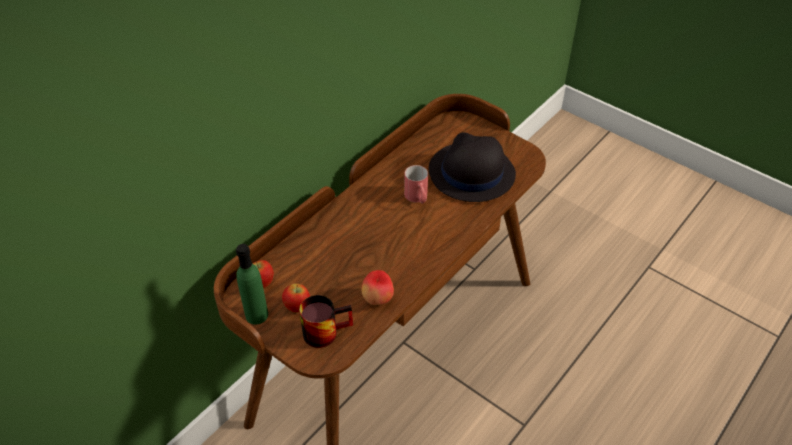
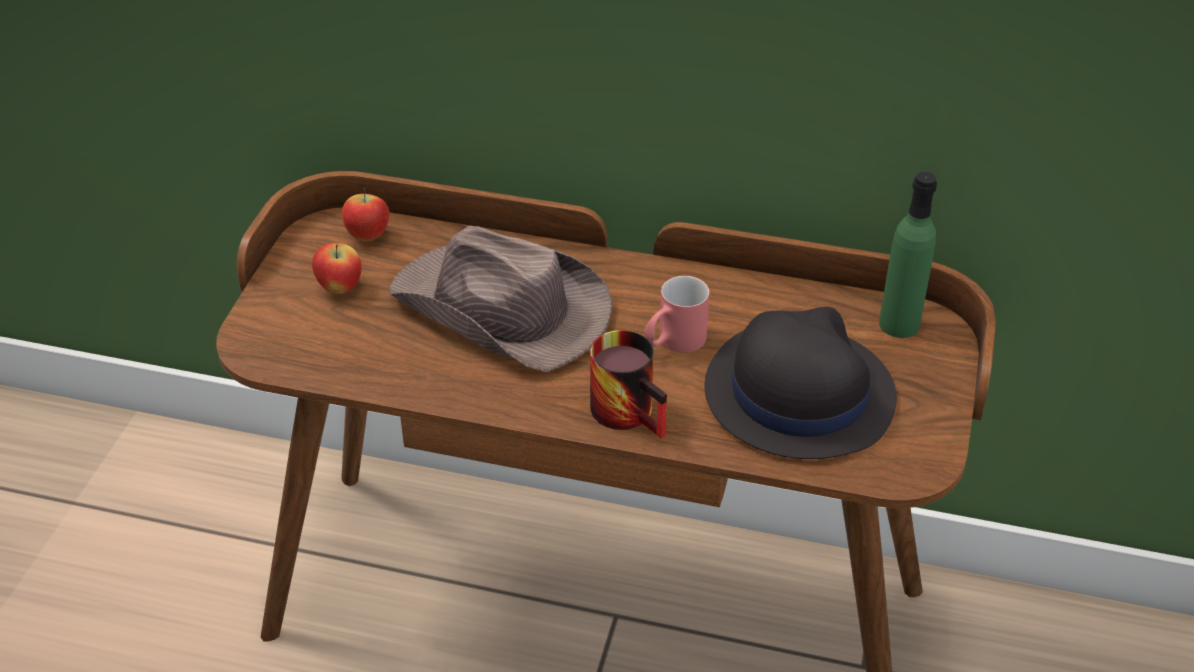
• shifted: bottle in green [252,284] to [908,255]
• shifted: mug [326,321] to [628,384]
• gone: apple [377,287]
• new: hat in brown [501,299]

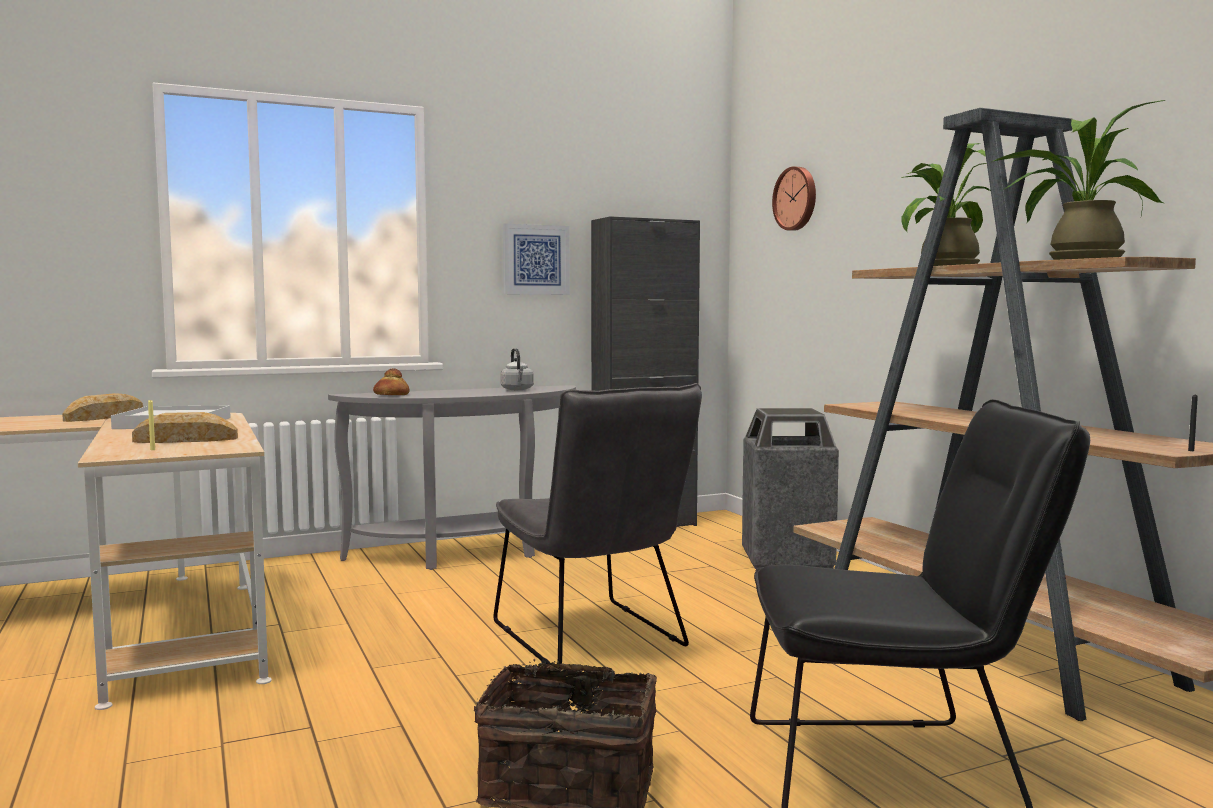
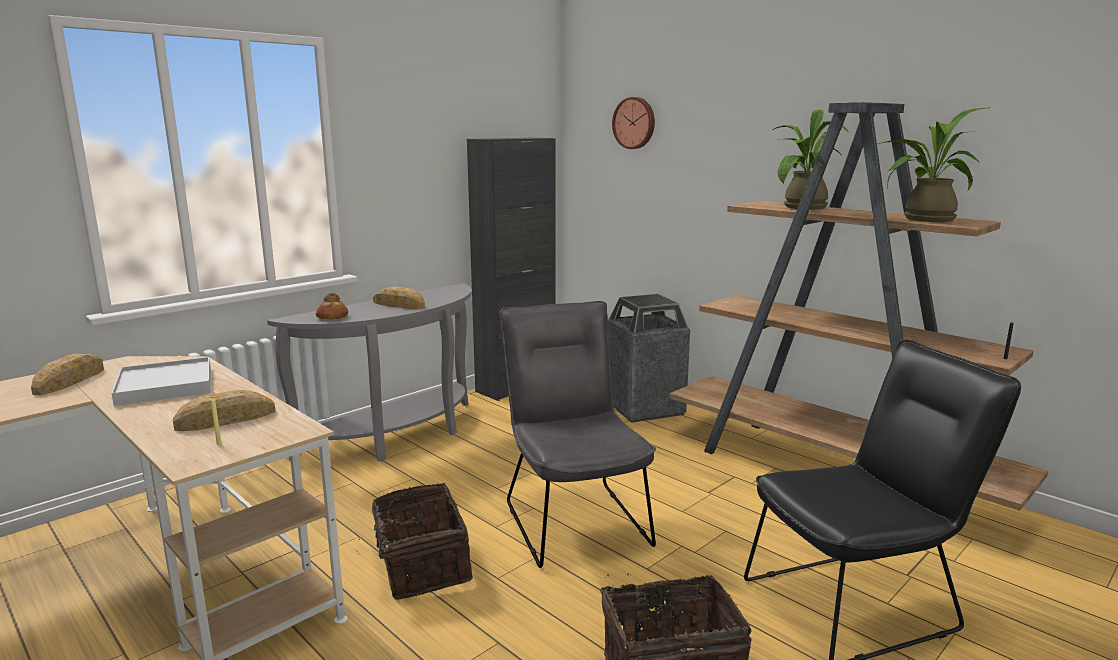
• rotated: chair in grey [598,526] = [577,434] 150 degrees counterclockwise
• gone: kettle in grey [517,369]
• gone: picture [536,259]
• new: basket [415,541]
• new: bread [399,298]

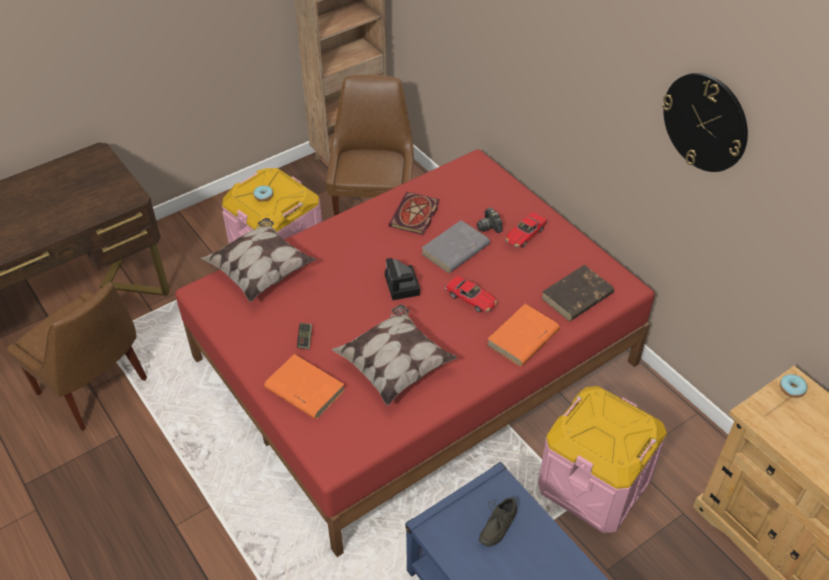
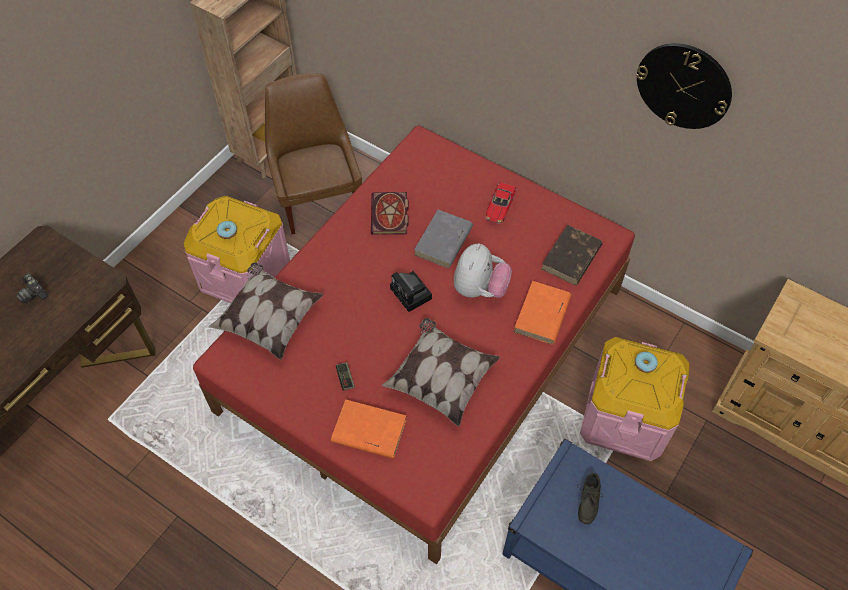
• gone: chair in brown [76,356]
• swapped: toy car [471,293] to plush toy [483,270]
• shifted: photo camera [489,220] to [32,288]
• shifted: donut [794,386] to [646,362]

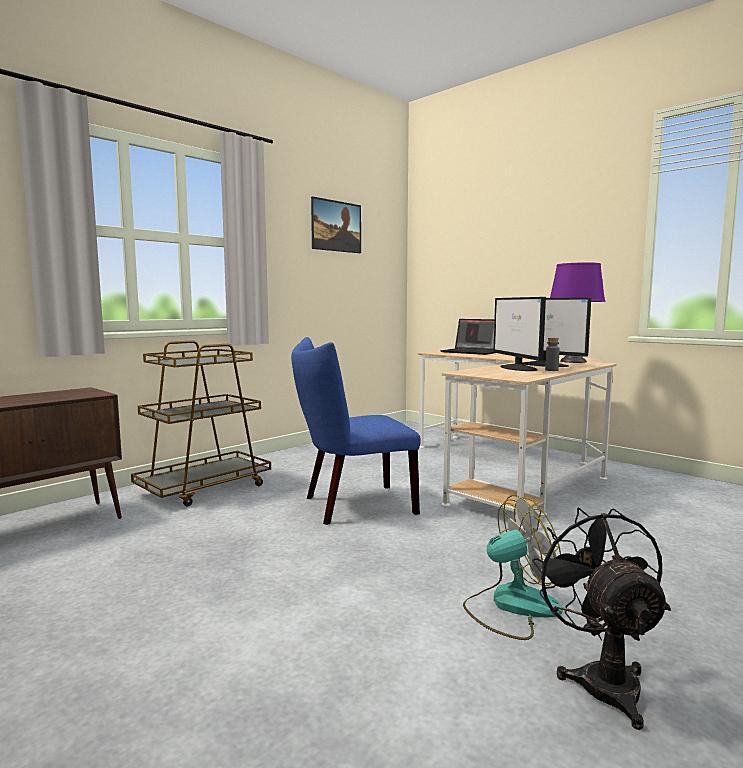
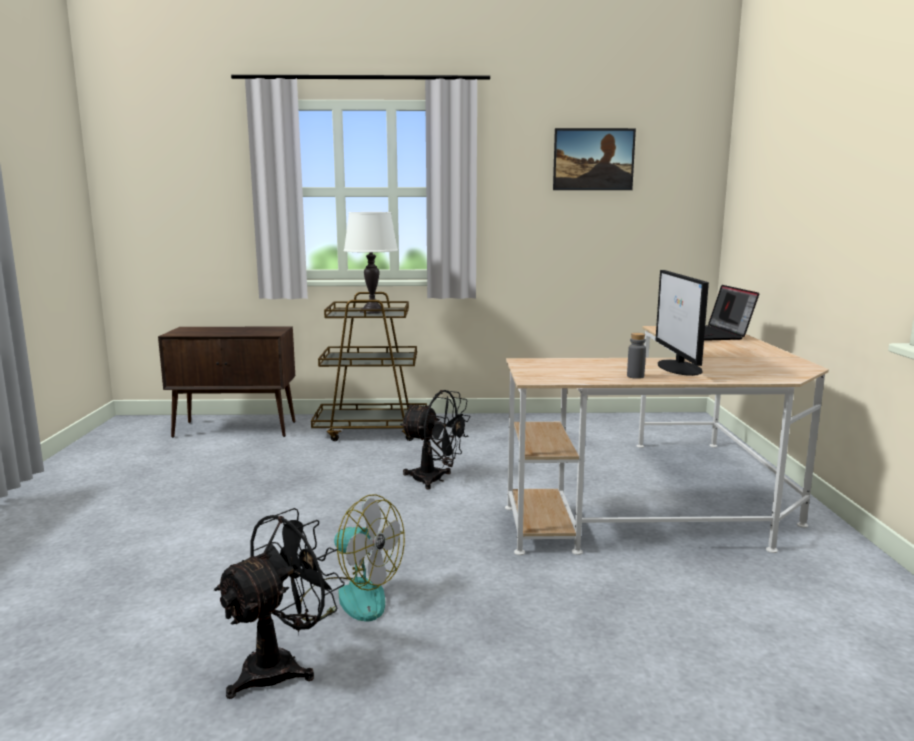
• swapped: chair in blue [356,431] to fan in black [435,439]
• gone: monitor [519,334]
• gone: table lamp in purple [577,312]
• new: table lamp in white [371,262]

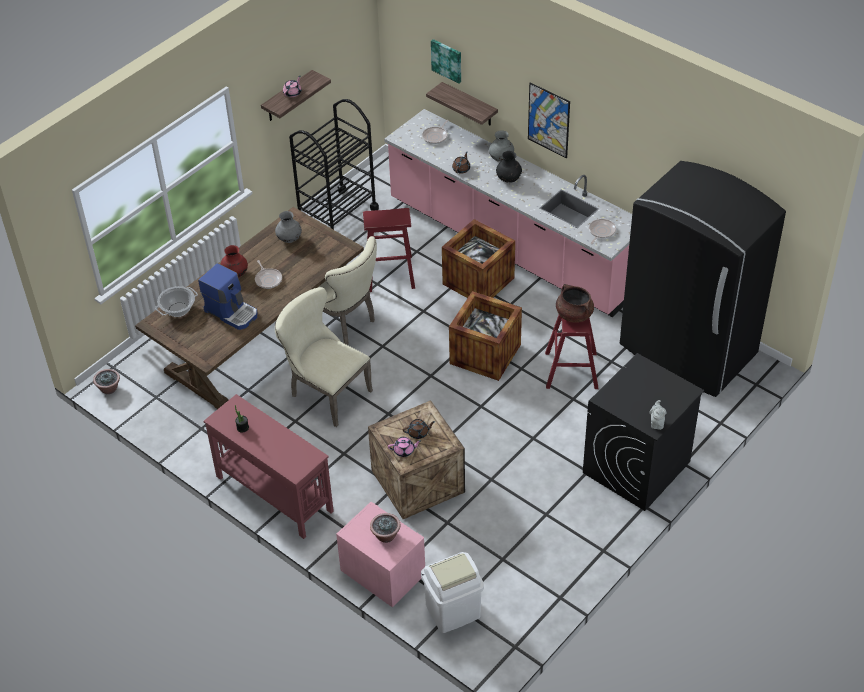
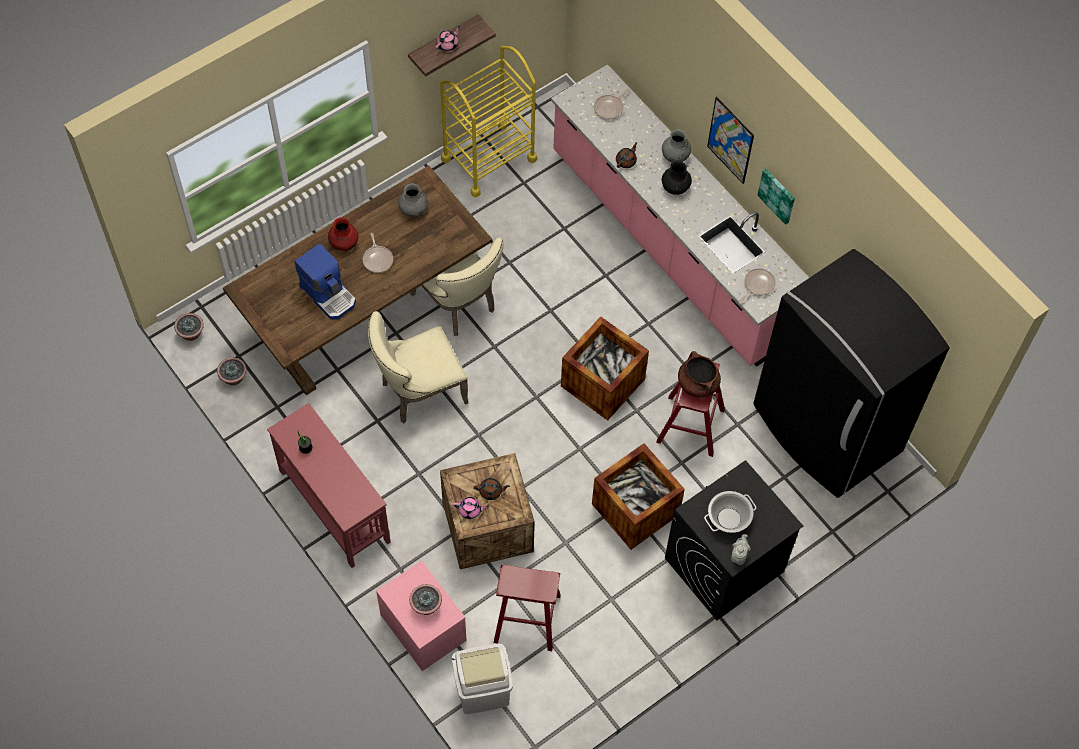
• shifted: cooking pot [176,301] to [730,512]
• rotated: chair in beige [324,357] = [418,367] 75 degrees counterclockwise
• repainted: cart in black [334,164] to cart in yellow [488,121]
• shifted: stool in red [389,250] to [527,608]
• gone: shelf [462,103]
• shifted: picture [446,61] to [776,197]
• shifted: crate [478,258] to [638,496]
• new: potted plant [232,371]

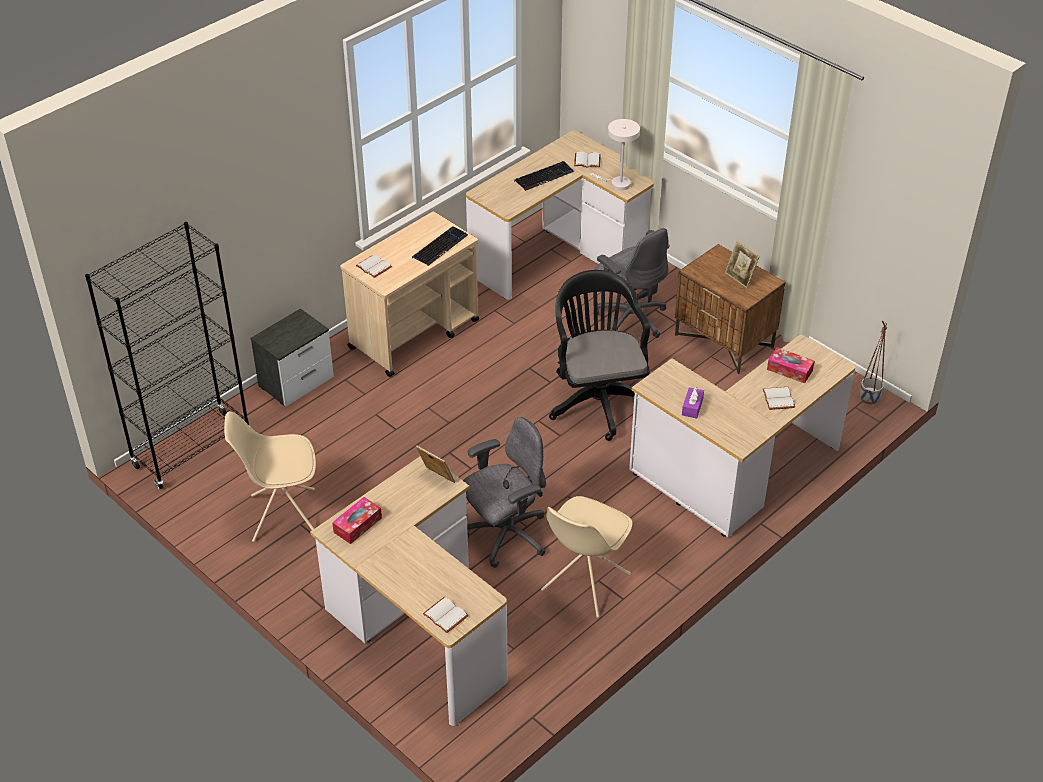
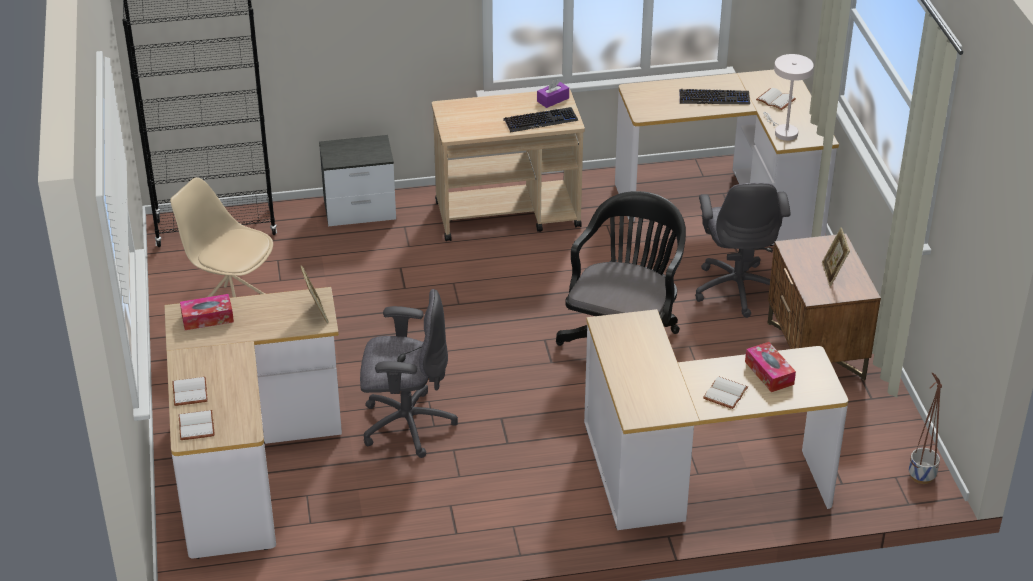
• shifted: book in white [374,266] to [190,391]
• gone: chair in beige [586,557]
• shifted: tissue box in purple [693,403] to [553,93]

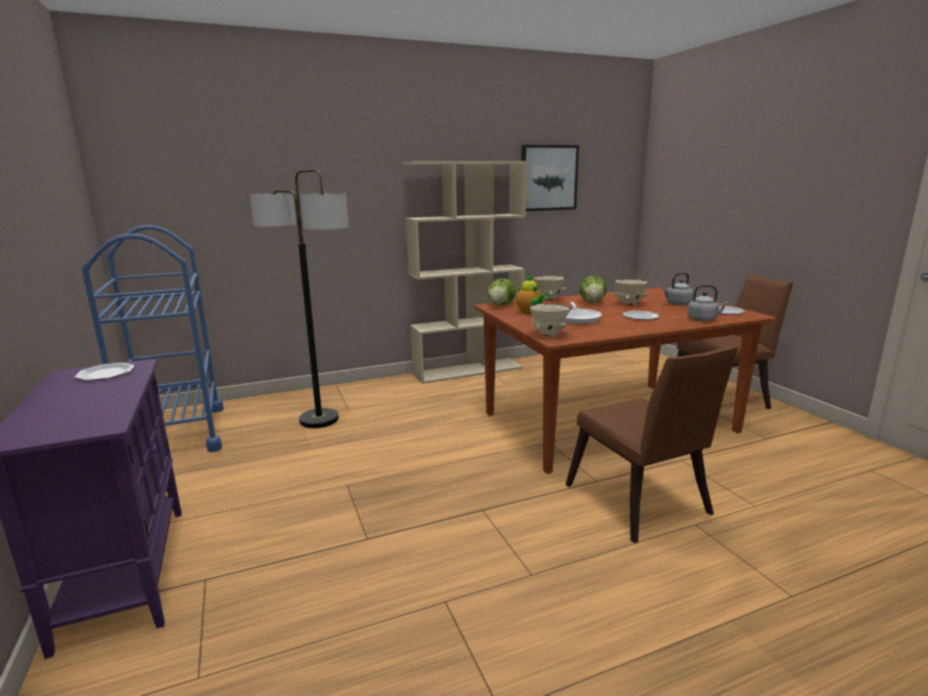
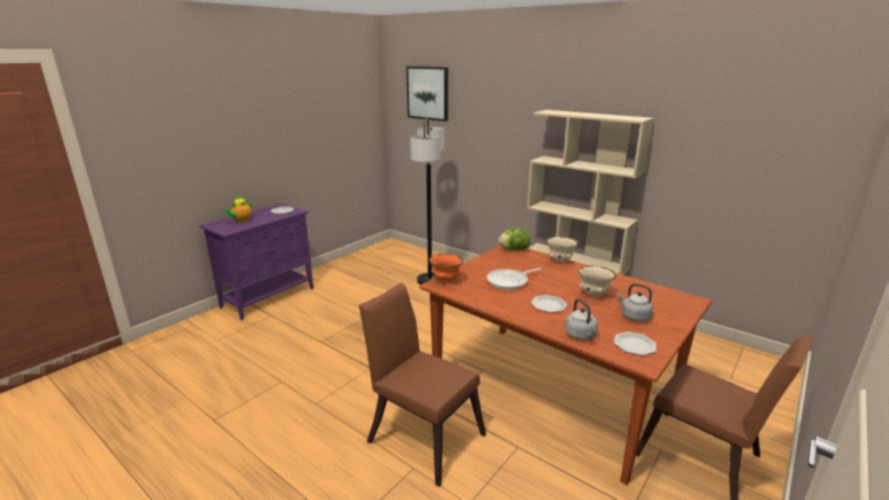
• gone: cart in blue [153,338]
• shifted: teapot [532,294] to [237,208]
• shifted: picture [550,178] to [427,94]
• repainted: bowl in beige [550,320] to bowl in orange [446,267]
• rotated: chair in brown [651,444] = [422,385] 90 degrees clockwise
• gone: lettuce [593,289]

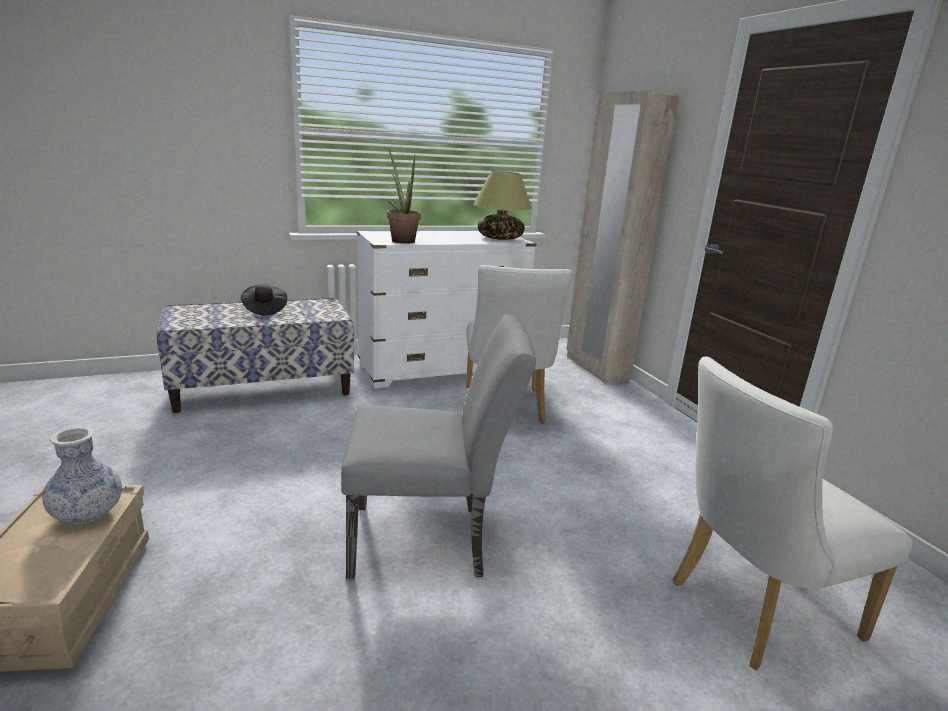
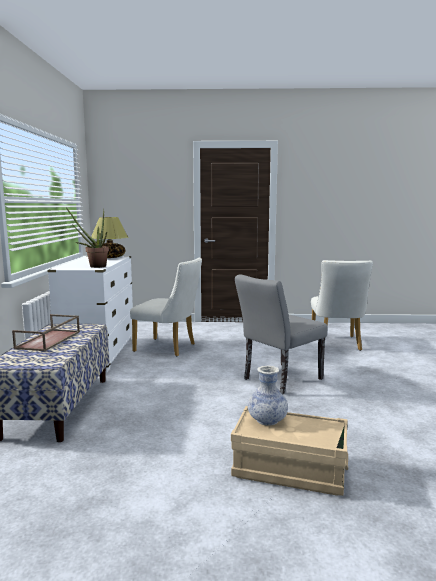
• swapped: hat in black [264,299] to tray in brown [46,332]
• rotated: chair in grey [438,446] = [281,334] 150 degrees counterclockwise
• gone: wardrobe in beige [623,237]

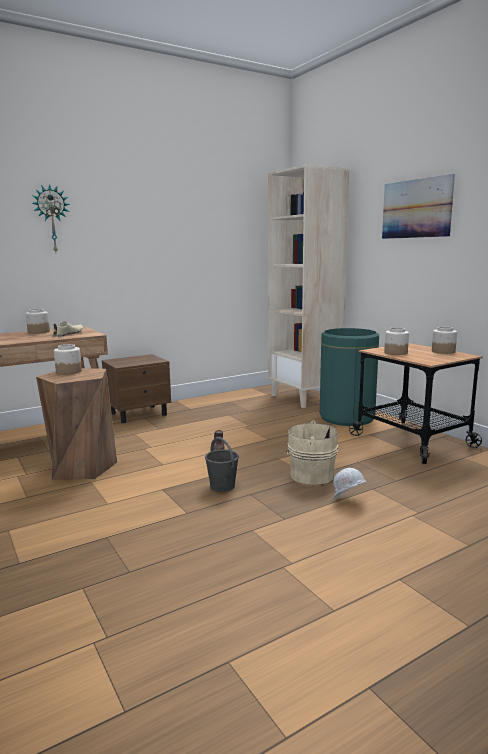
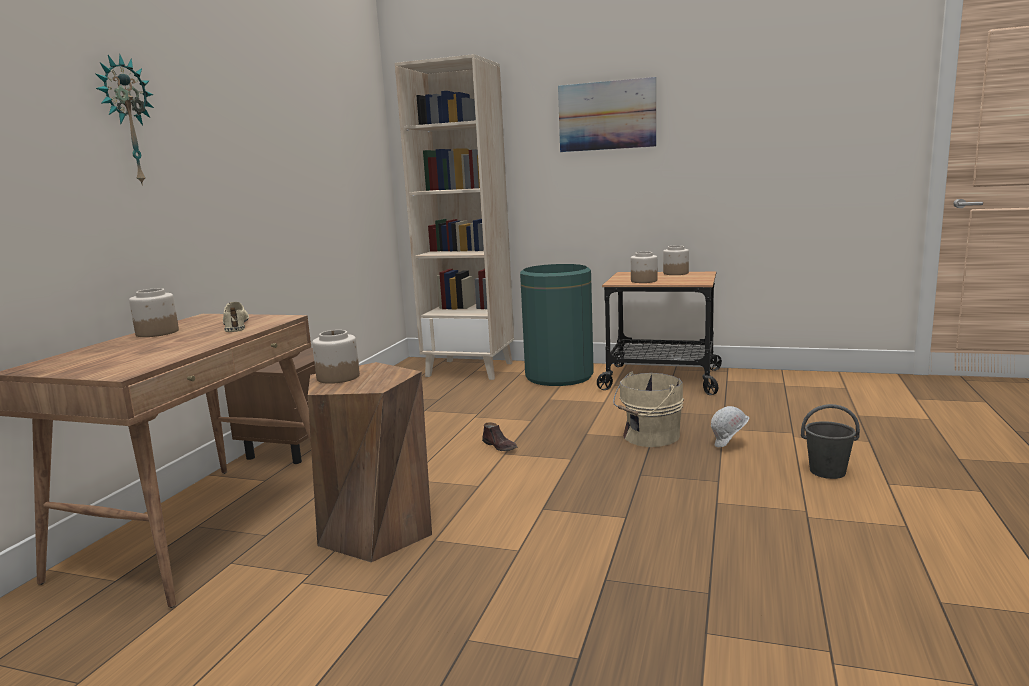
• shifted: bucket in grey [222,464] to [830,441]

